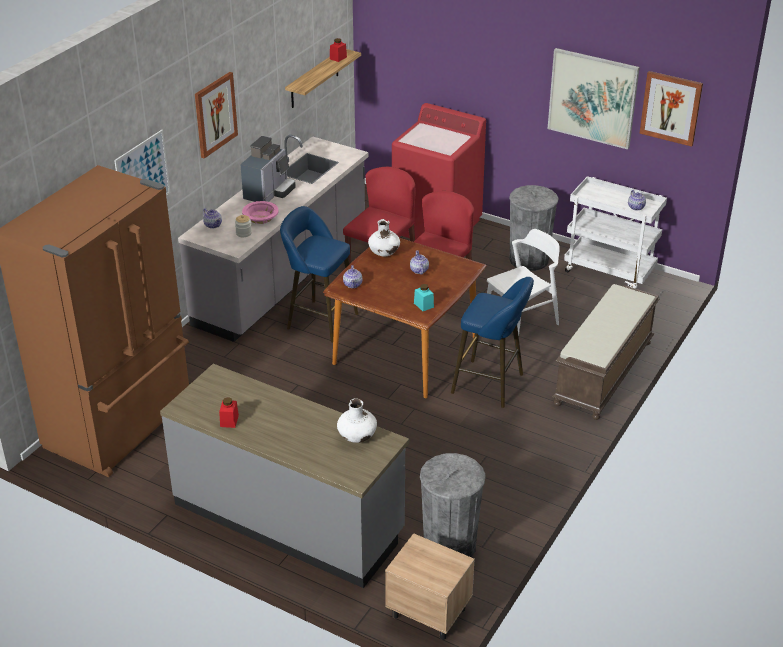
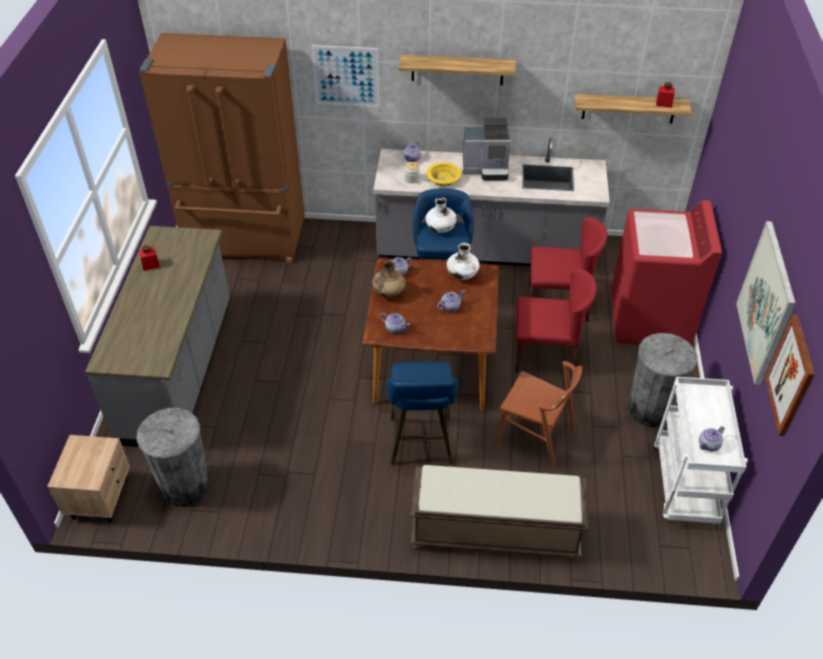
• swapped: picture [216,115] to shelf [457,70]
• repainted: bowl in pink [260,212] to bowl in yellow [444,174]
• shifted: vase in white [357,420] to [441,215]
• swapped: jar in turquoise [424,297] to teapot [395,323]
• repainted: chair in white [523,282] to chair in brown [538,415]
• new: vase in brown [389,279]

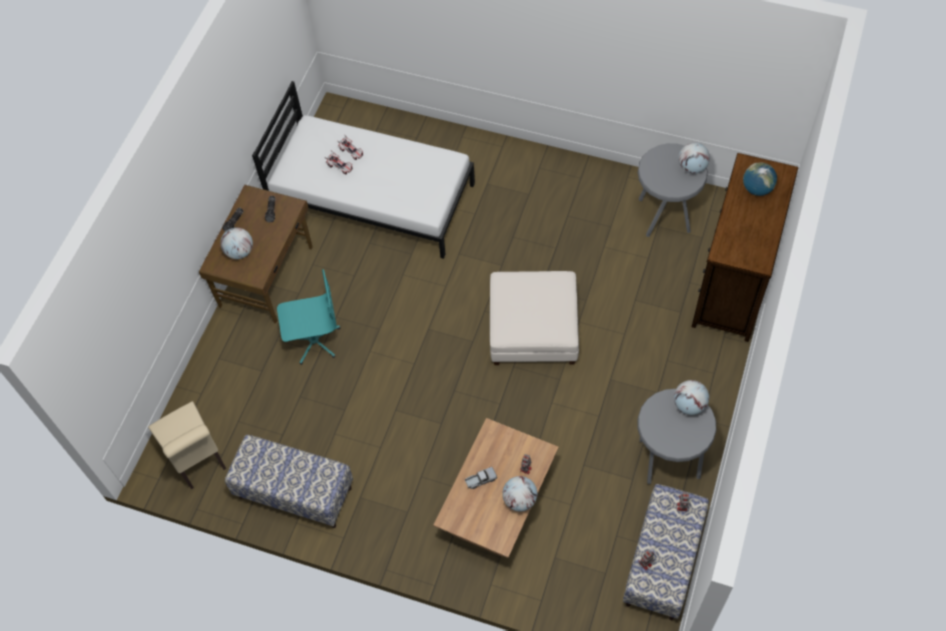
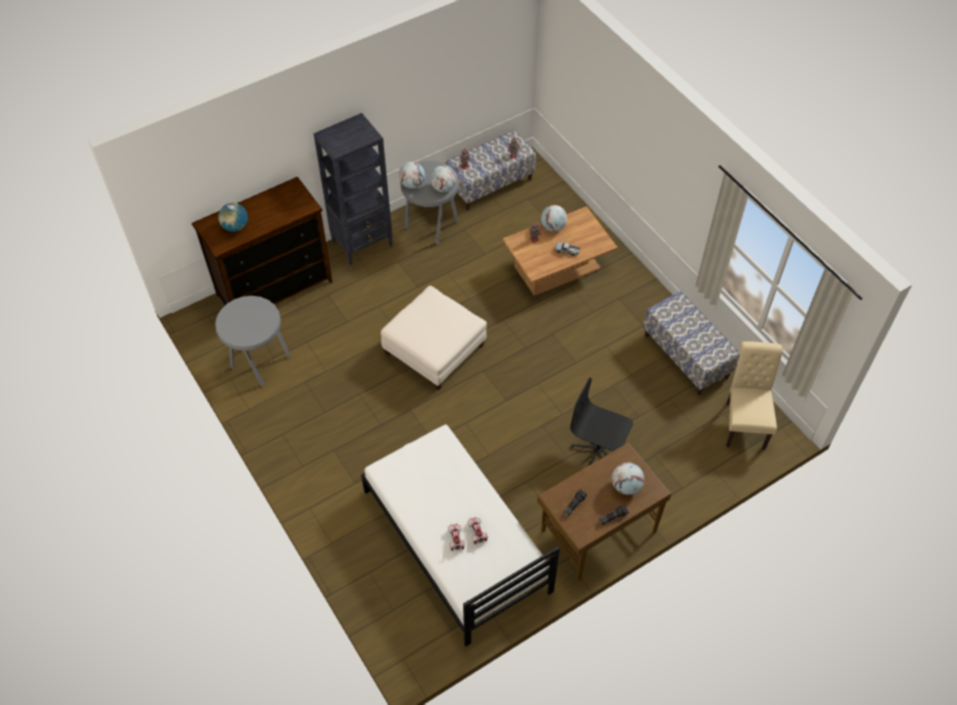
• repainted: office chair in turquoise [308,317] to office chair in black [601,421]
• shifted: globe [694,158] to [443,178]
• new: bookcase in black [353,189]

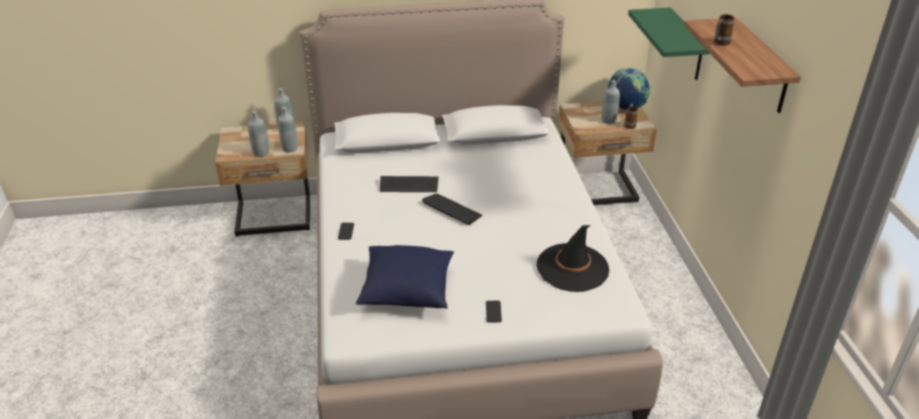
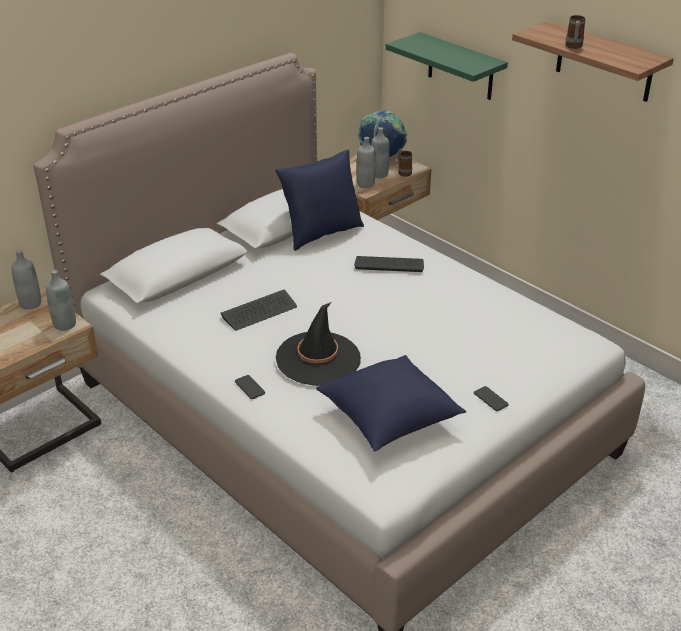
• shifted: bottle in grey [258,134] to [366,162]
• shifted: keyboard [452,209] to [389,264]
• shifted: hat in black [573,258] to [318,344]
• new: pillow in blue [319,200]

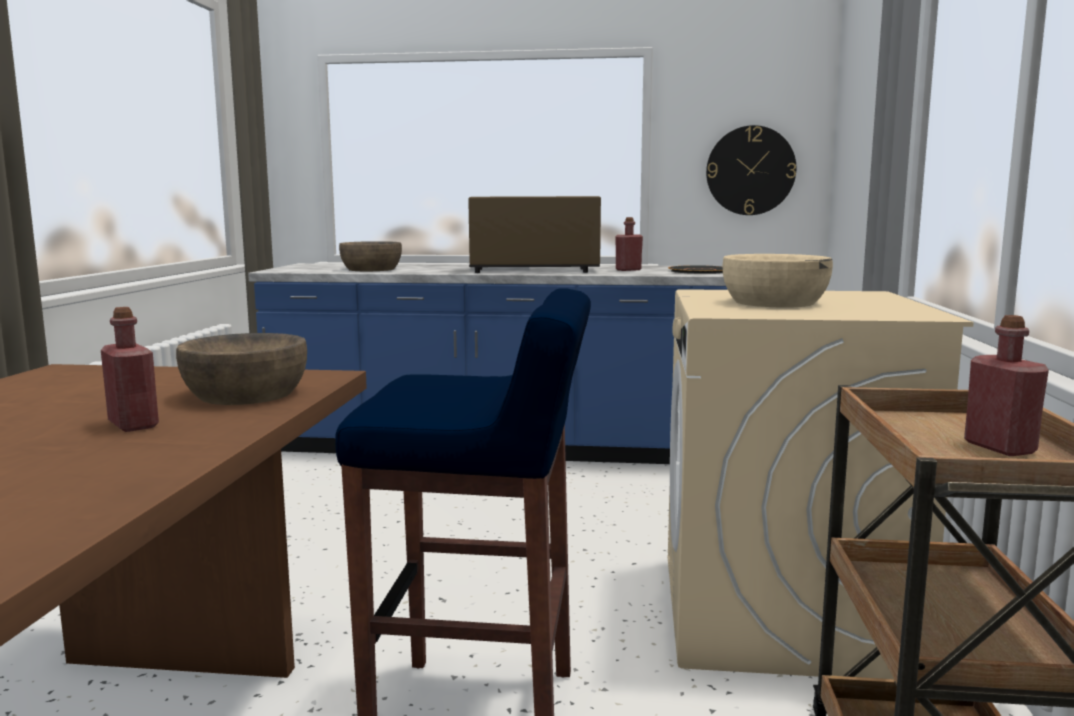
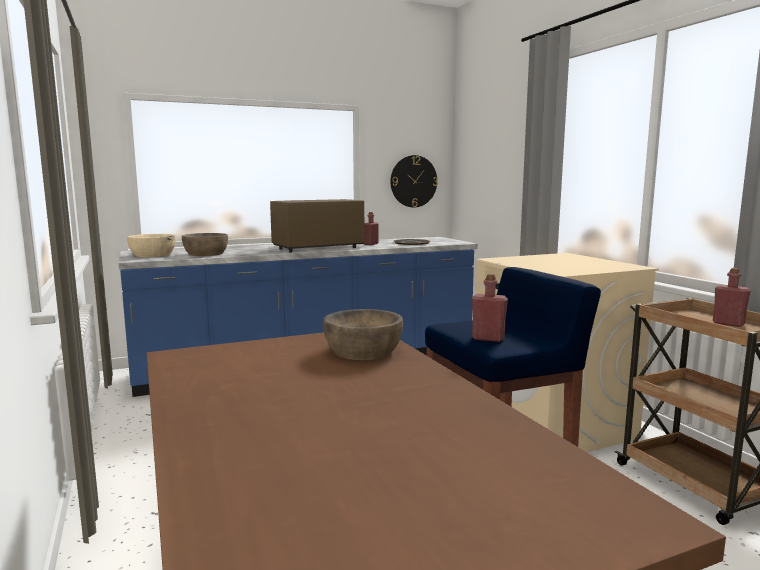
• shifted: bottle in red [130,369] to [490,308]
• shifted: bowl in beige [777,281] to [151,245]

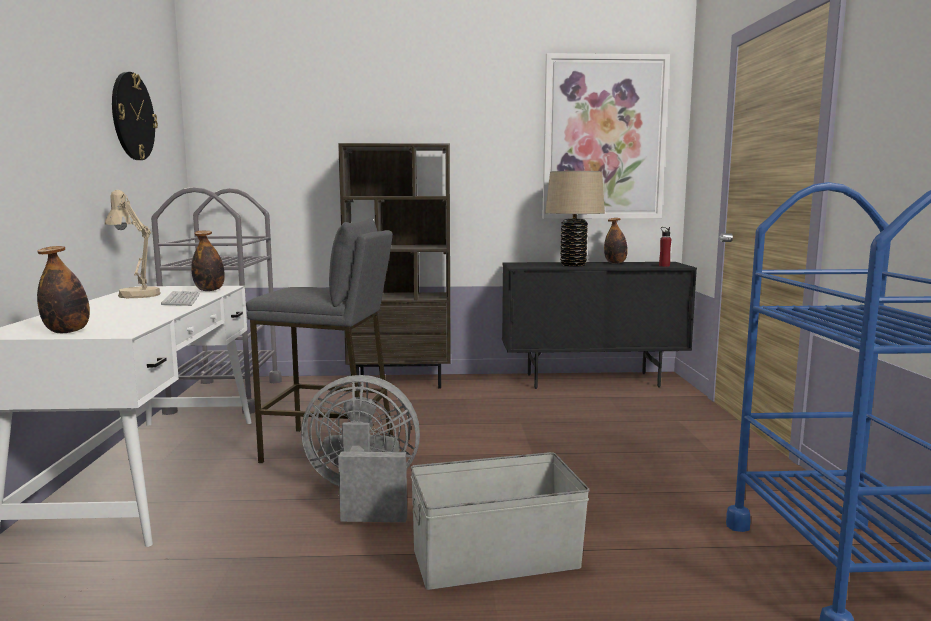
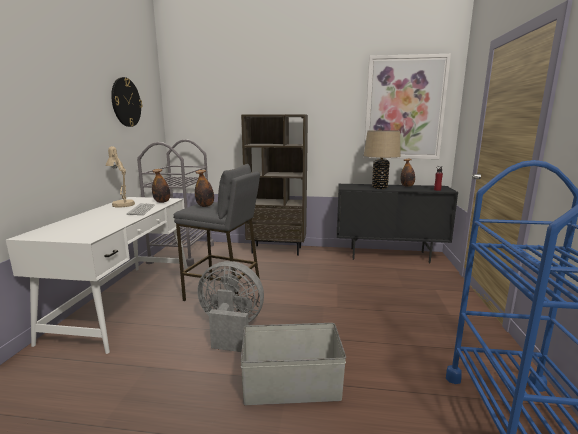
• shifted: bottle [63,289] to [204,188]

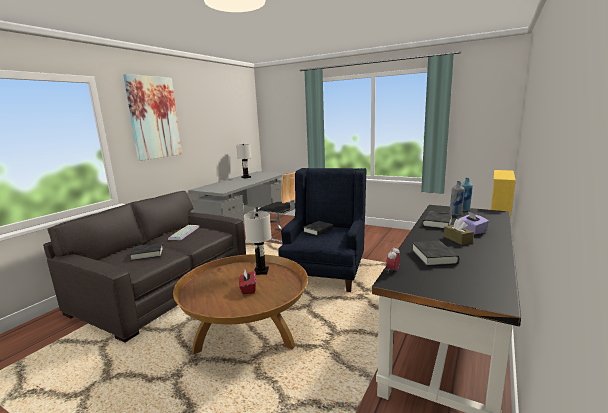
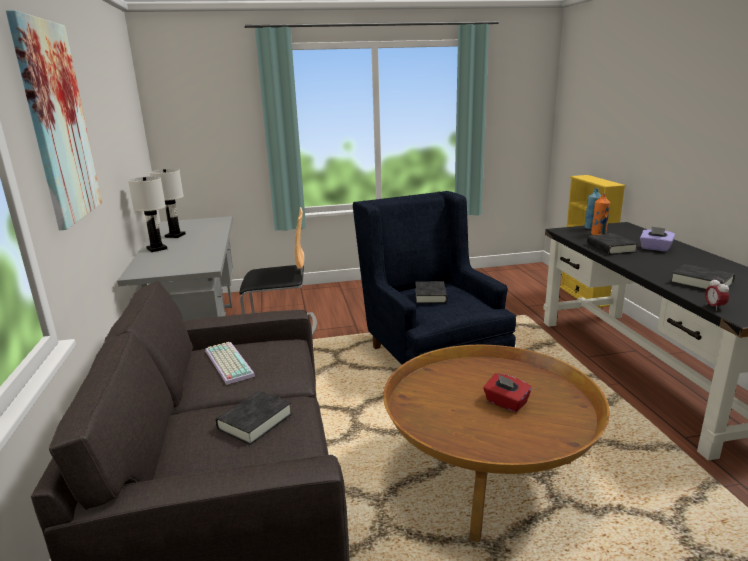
• shifted: table lamp in white [258,243] to [147,214]
• gone: tissue box in brown [459,232]
• repainted: bottle in grey [457,198] to bottle in orange [600,214]

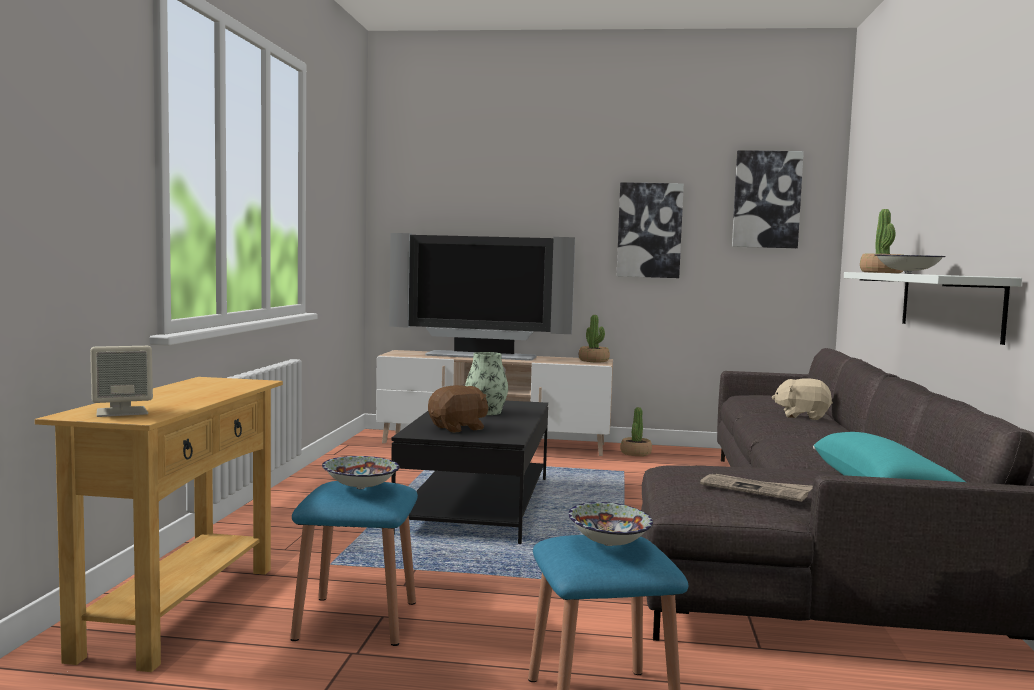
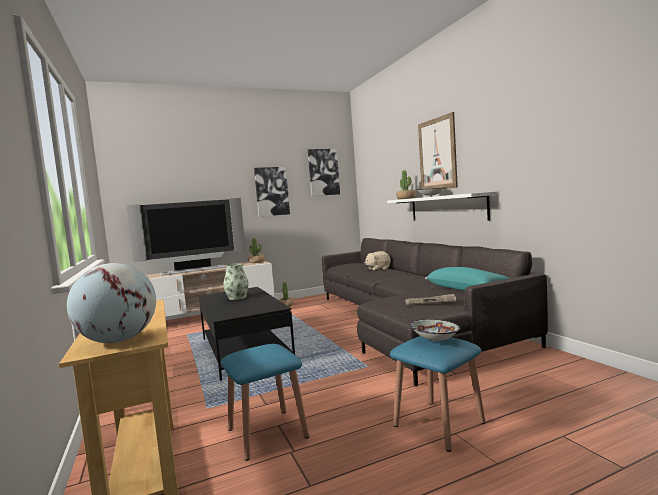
• swapped: speaker in beige [121,381] to globe [111,303]
• gone: bowl [361,472]
• gone: plush toy in brown [458,409]
• new: picture [438,150]

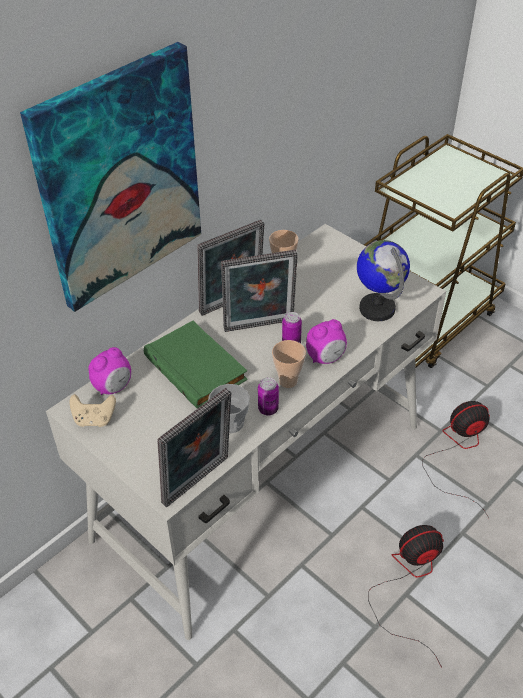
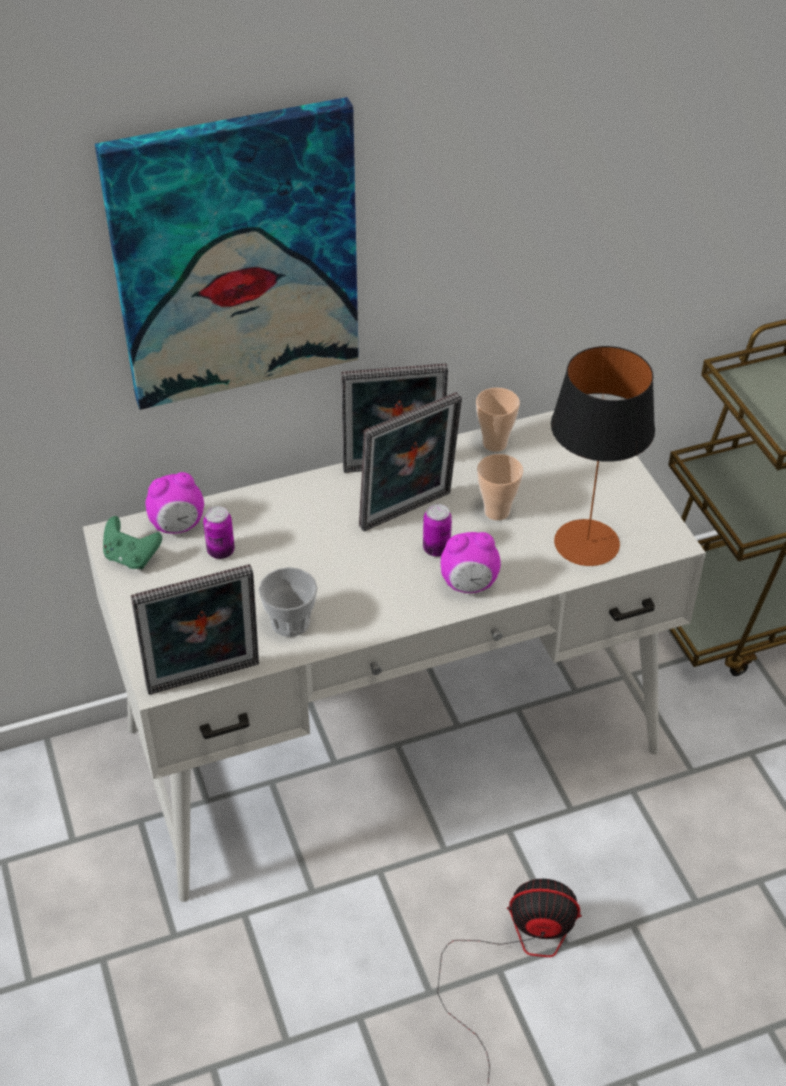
• repainted: game controller in beige [93,410] to game controller in green [132,542]
• gone: book in green [196,365]
• rotated: picture frame [259,291] = [410,461] 45 degrees counterclockwise
• shifted: can [268,396] to [219,532]
• shifted: cup [289,364] to [500,487]
• swapped: globe [383,280] to table lamp [603,456]
• gone: fan [456,459]

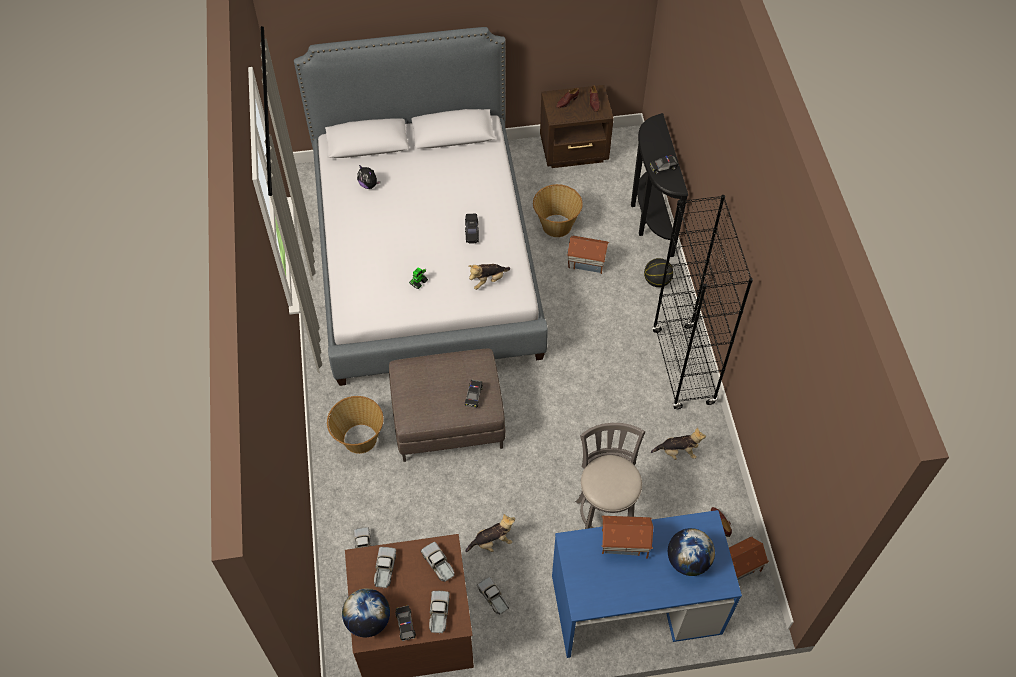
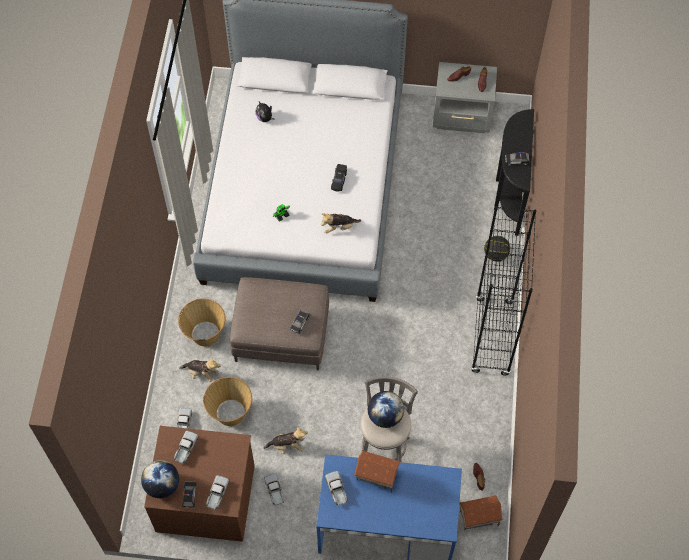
• shifted: toy truck [438,562] to [336,488]
• shifted: basket [558,210] to [227,401]
• repainted: nightstand in brown [577,126] to nightstand in grey [465,97]
• gone: toy house [587,255]
• shifted: plush toy [678,443] to [200,370]
• shifted: globe [691,552] to [386,409]

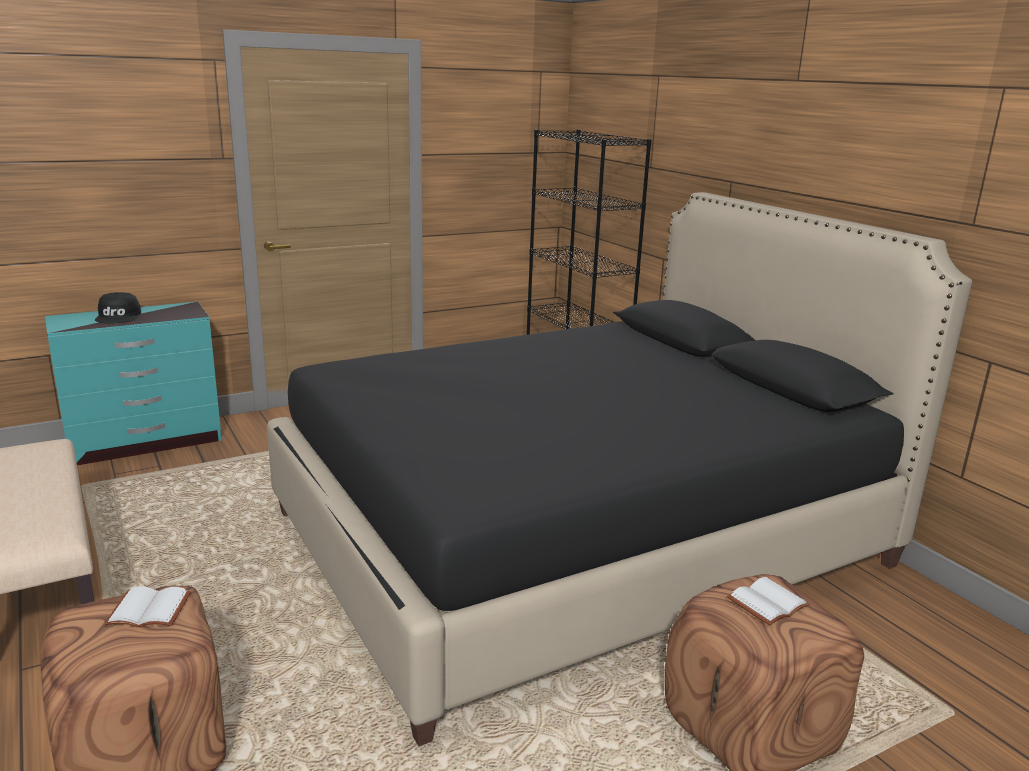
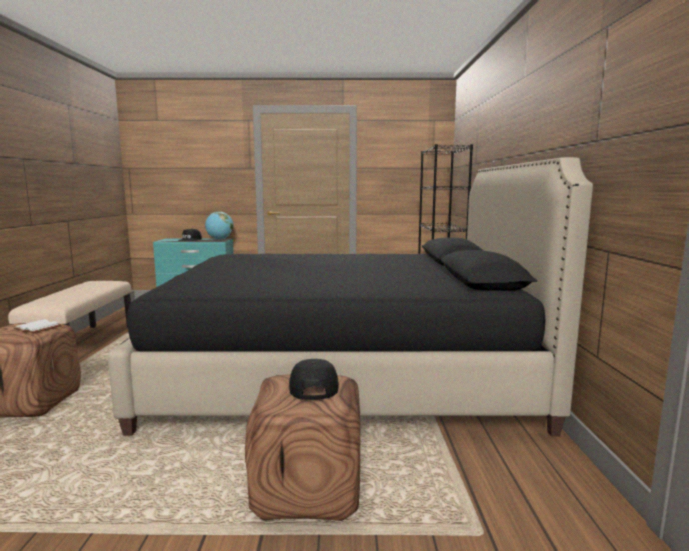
• swapped: book in white [768,601] to cap in black [313,379]
• new: globe [219,226]

